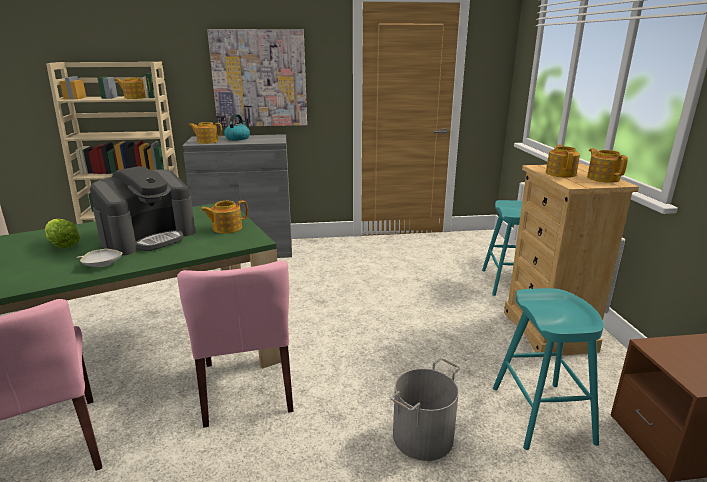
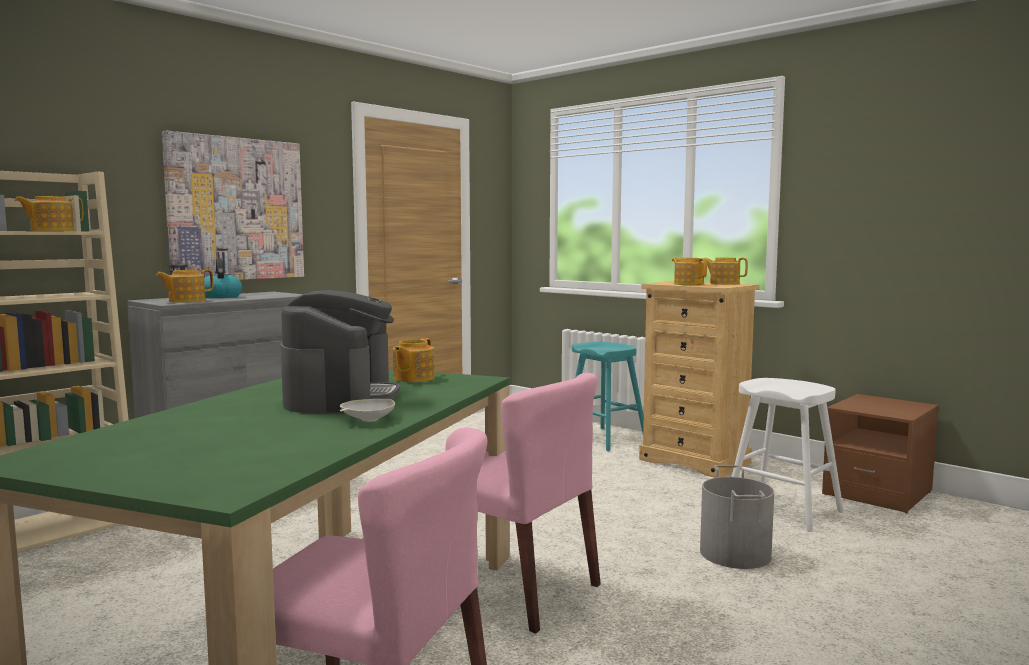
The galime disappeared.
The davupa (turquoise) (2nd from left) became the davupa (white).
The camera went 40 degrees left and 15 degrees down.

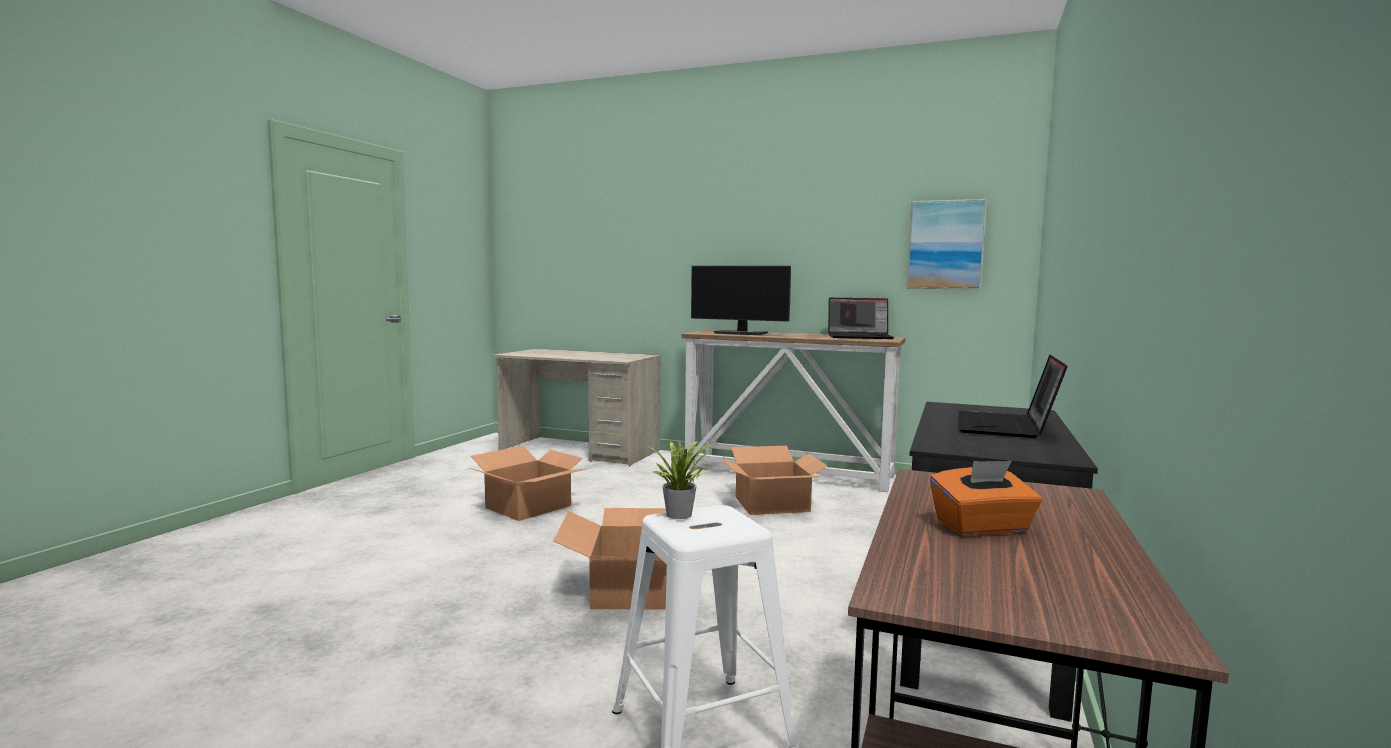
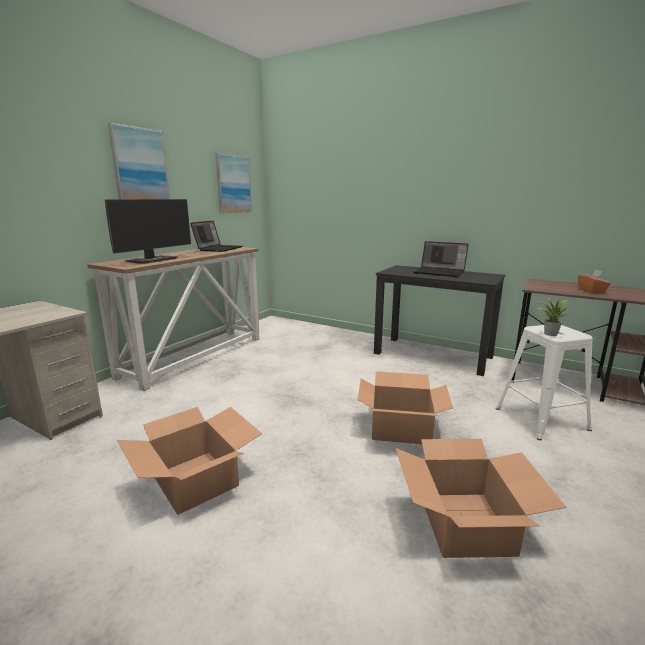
The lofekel (3rd from left) moved.
The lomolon (1st from left) appeared.
The camera went 80 degrees left and 10 degrees up.

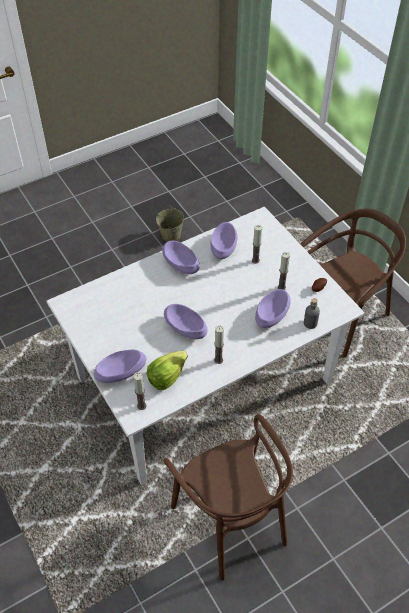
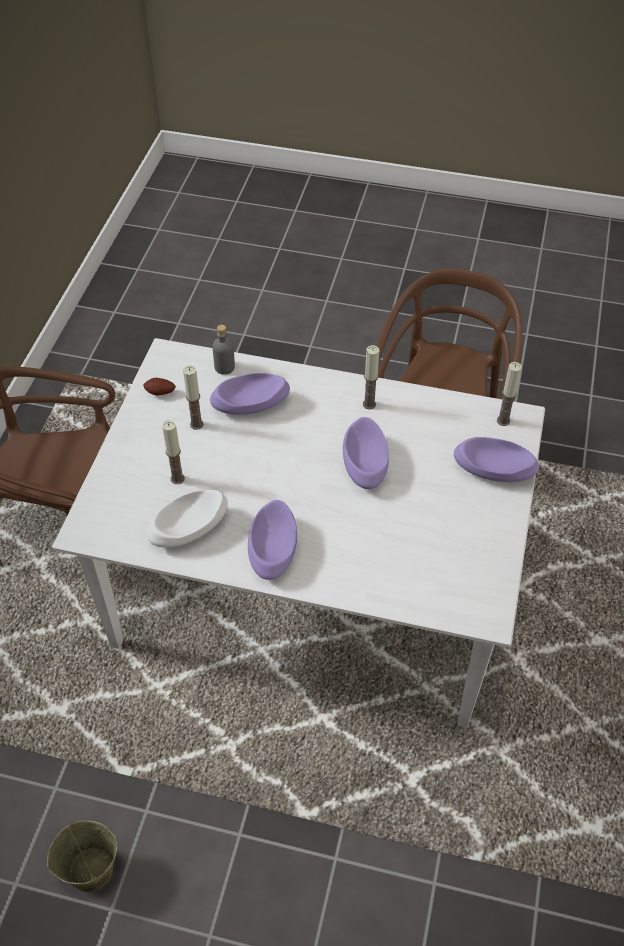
The galime disappeared.
The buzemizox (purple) (4th from left) became the buzemizox (white).
The camera went 135 degrees left and 0 degrees up.

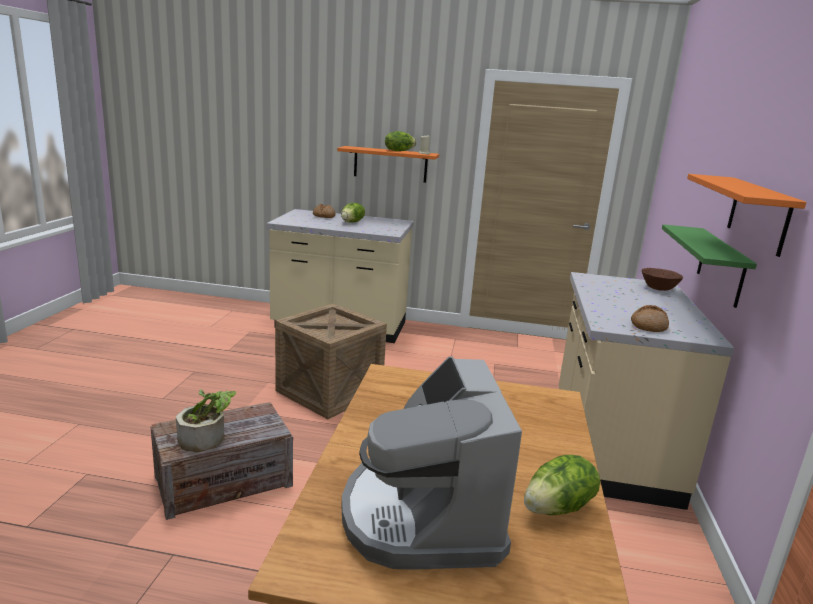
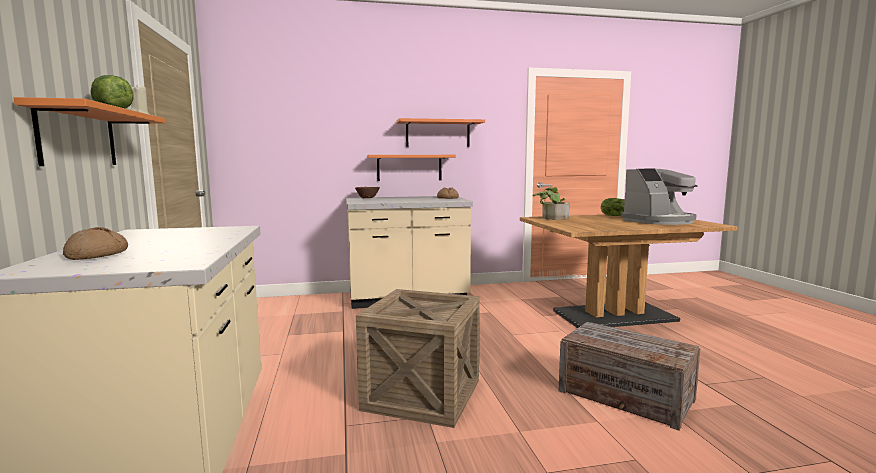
The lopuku moved.
The galime (1st from left) disappeared.
The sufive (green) became the sufive (orange) (2nd from left).
The camera went 110 degrees left and 10 degrees down.

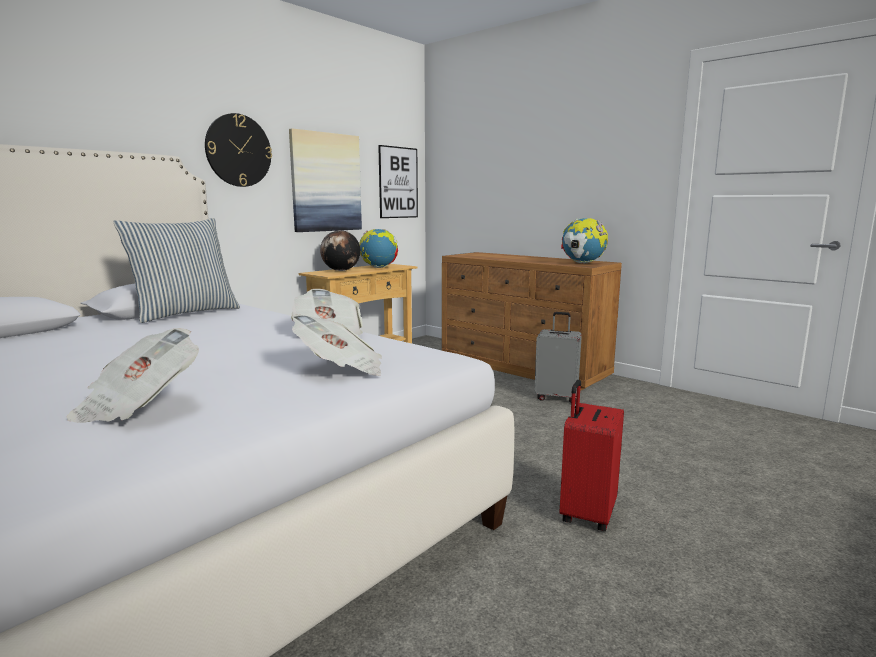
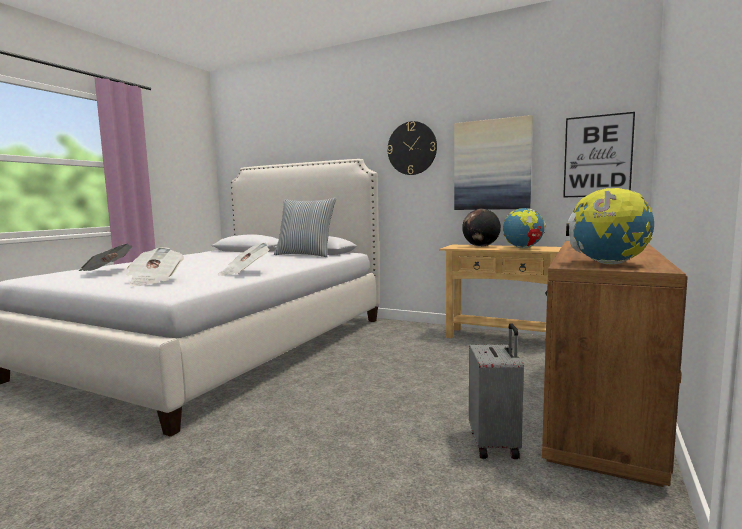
The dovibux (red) disappeared.
The camera went 75 degrees right and 5 degrees down.

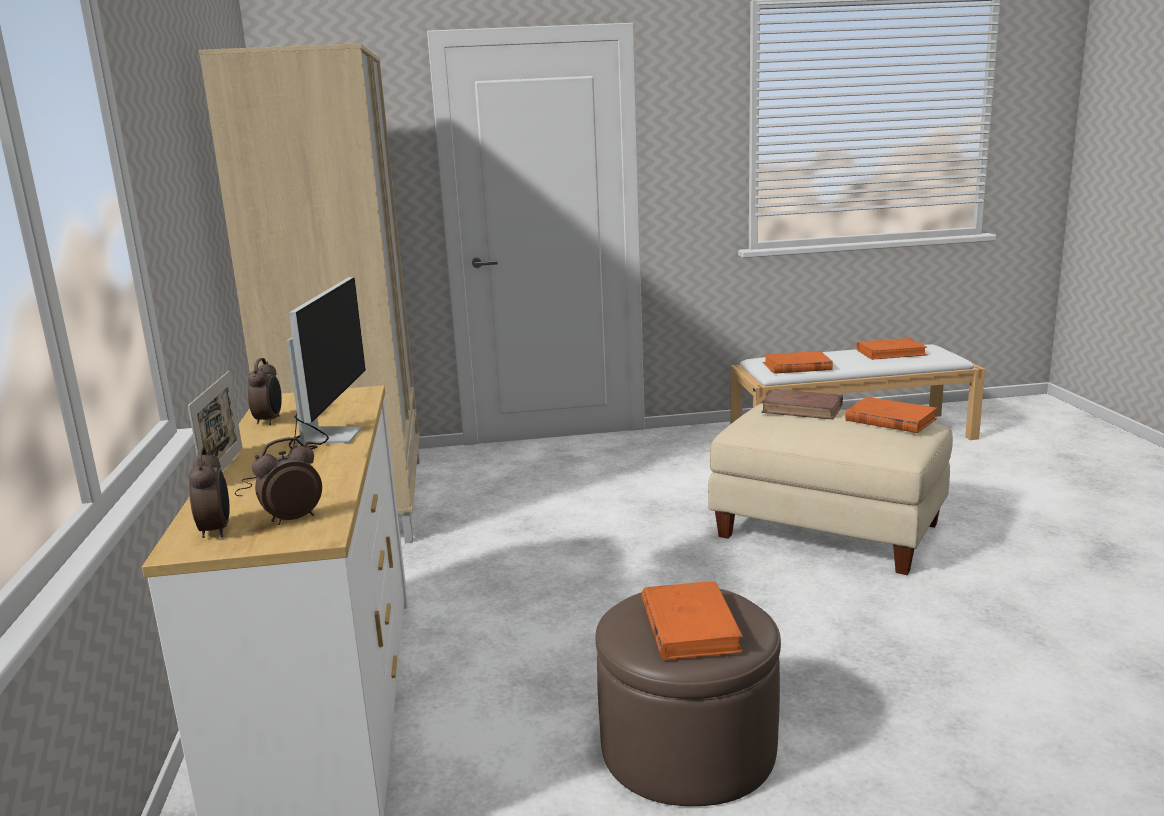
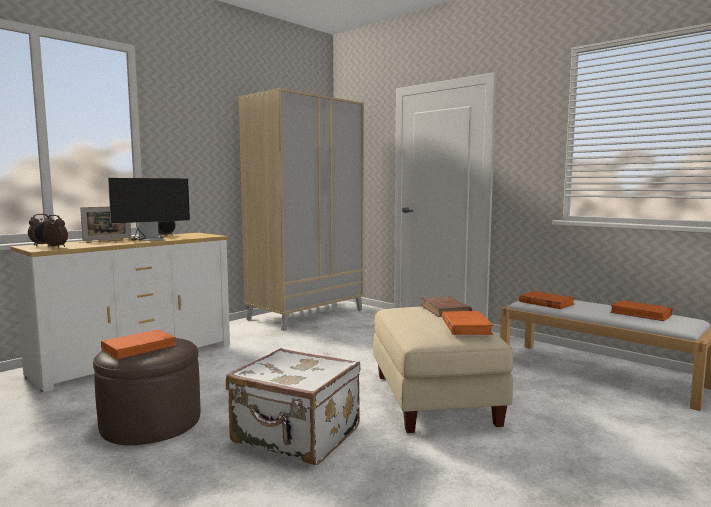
The dovibux (white) appeared.
The camera went 50 degrees right and 10 degrees down.

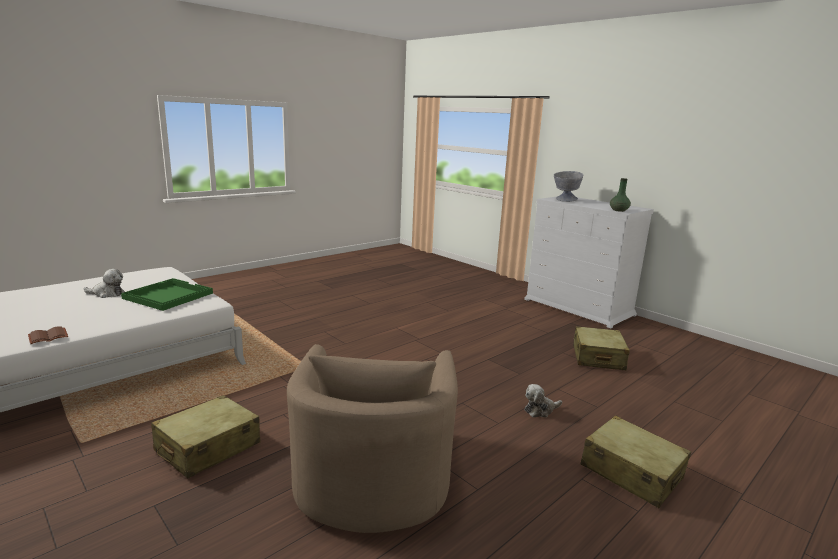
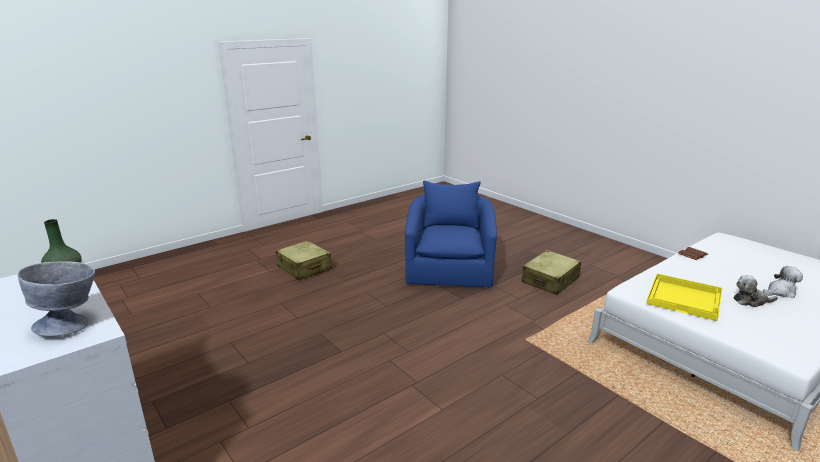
The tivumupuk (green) became the tivumupuk (yellow).
The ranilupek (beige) became the ranilupek (blue).
The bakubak (2nd from left) moved.
The dovibux (beige) (2nd from left) disappeared.
The camera went 175 degrees left and 5 degrees up.

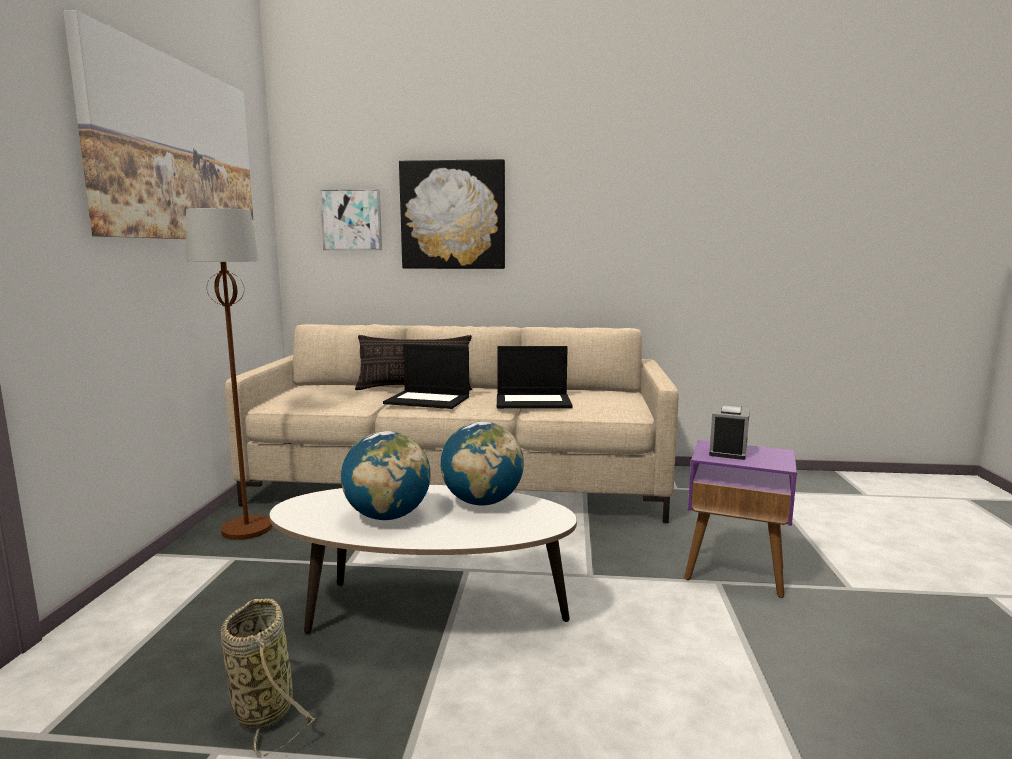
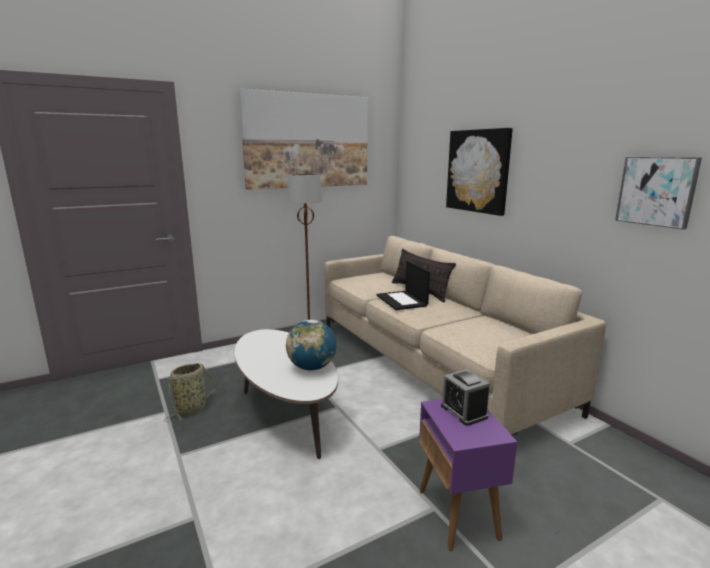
The lomolon (2nd from left in the first image) moved.
The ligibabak (1st from left) disappeared.
The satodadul (2nd from left) disappeared.
The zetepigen turned 75 degrees clockwise.
The camera went 55 degrees right and 5 degrees up.

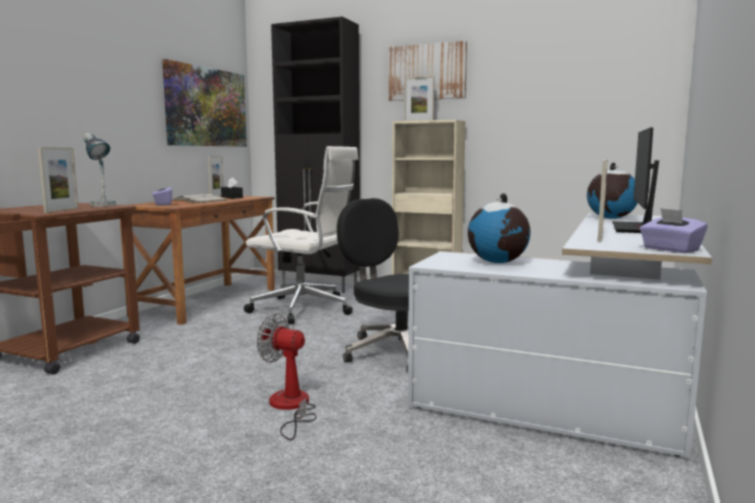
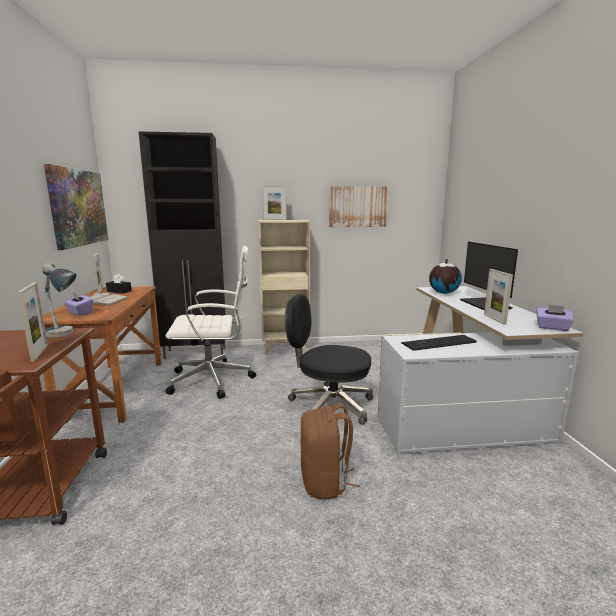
The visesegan was replaced by the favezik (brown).
The lomolon (2nd from left) moved.
The ligibabak (1st from left) was replaced by the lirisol.
The camera went 30 degrees left and 5 degrees up.

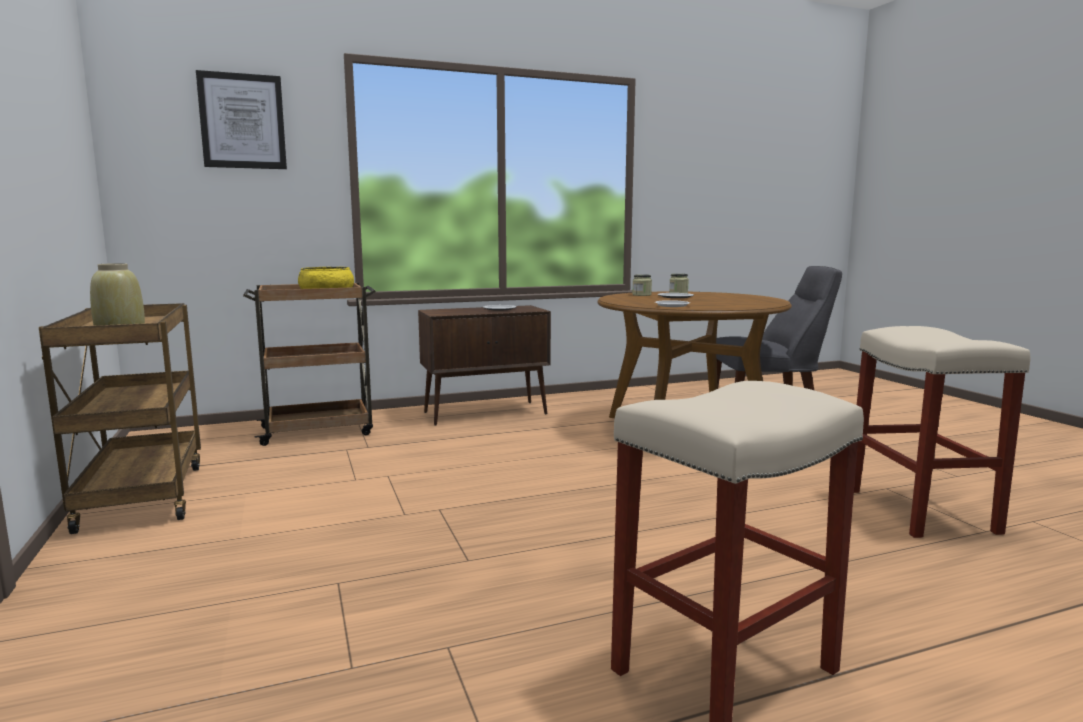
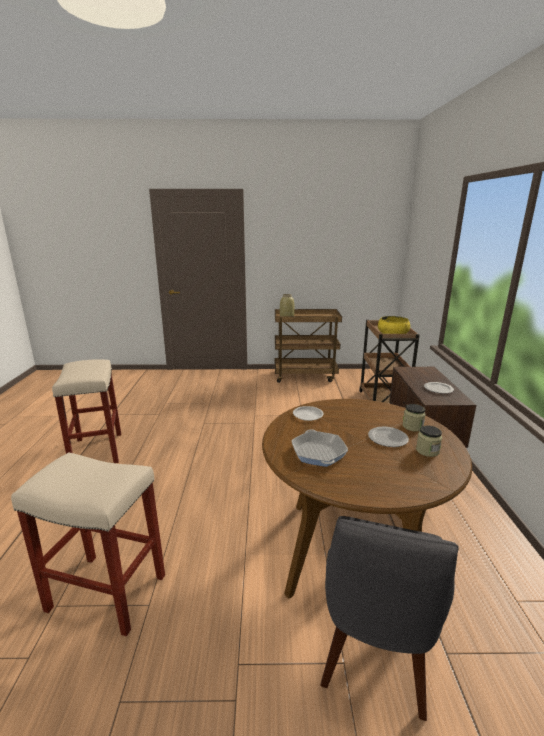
The lomolon disappeared.
The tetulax appeared.
The camera went 110 degrees right and 10 degrees up.

